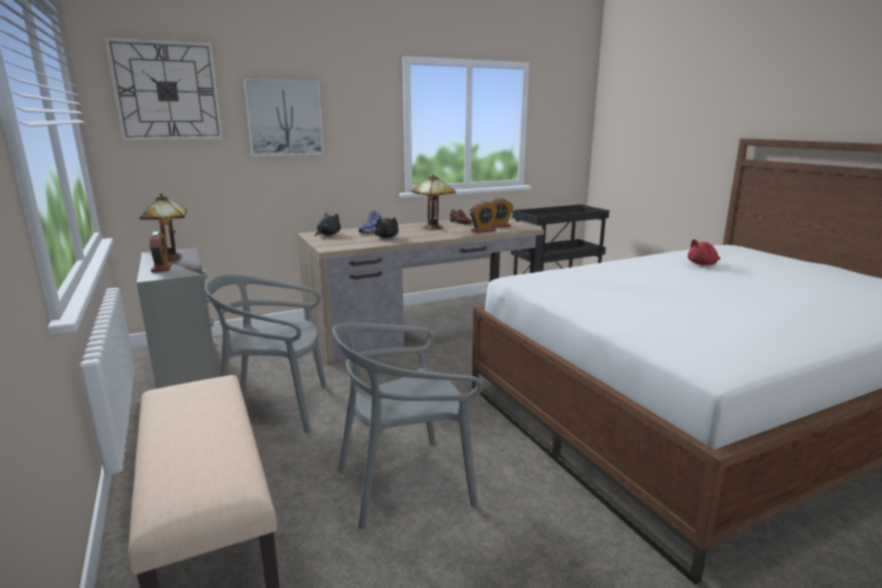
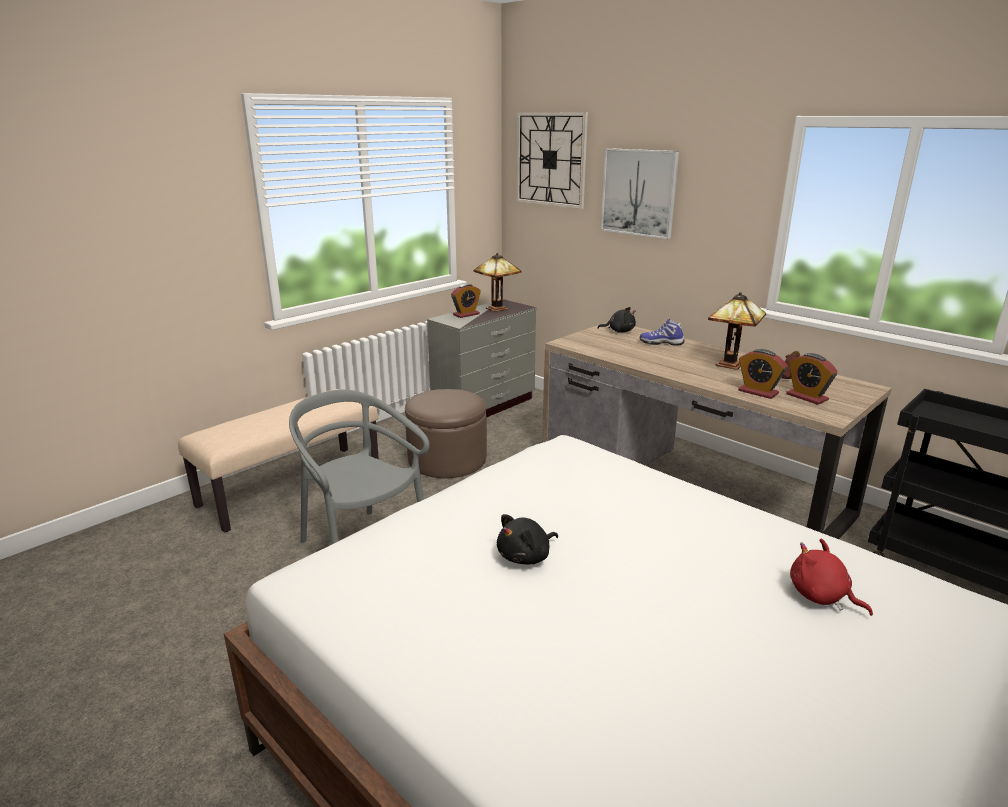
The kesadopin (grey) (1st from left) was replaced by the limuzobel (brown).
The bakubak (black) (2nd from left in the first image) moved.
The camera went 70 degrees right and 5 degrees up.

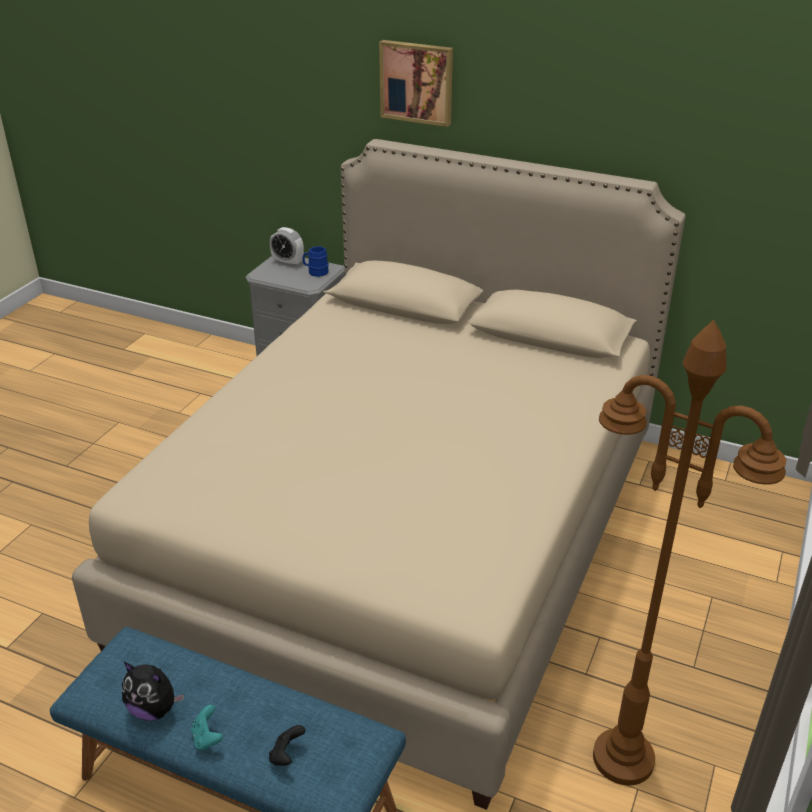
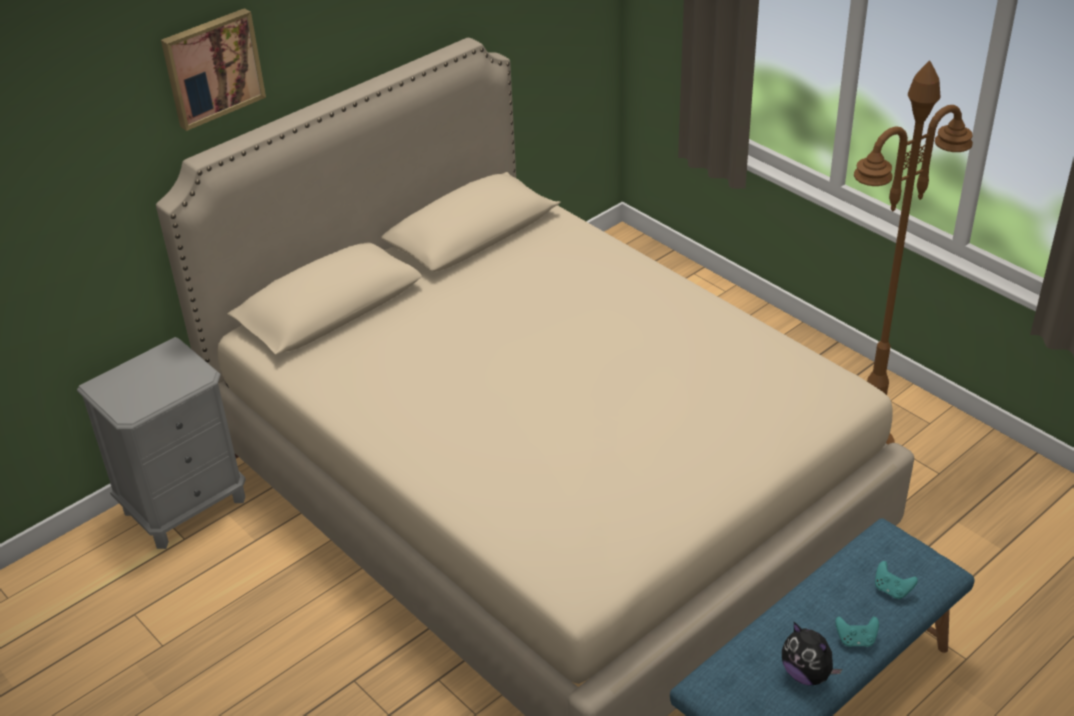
The bakubak turned 90 degrees clockwise.
The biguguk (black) became the biguguk (turquoise) (2nd from left).
The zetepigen disappeared.
The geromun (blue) disappeared.
The camera went 65 degrees left and 5 degrees up.

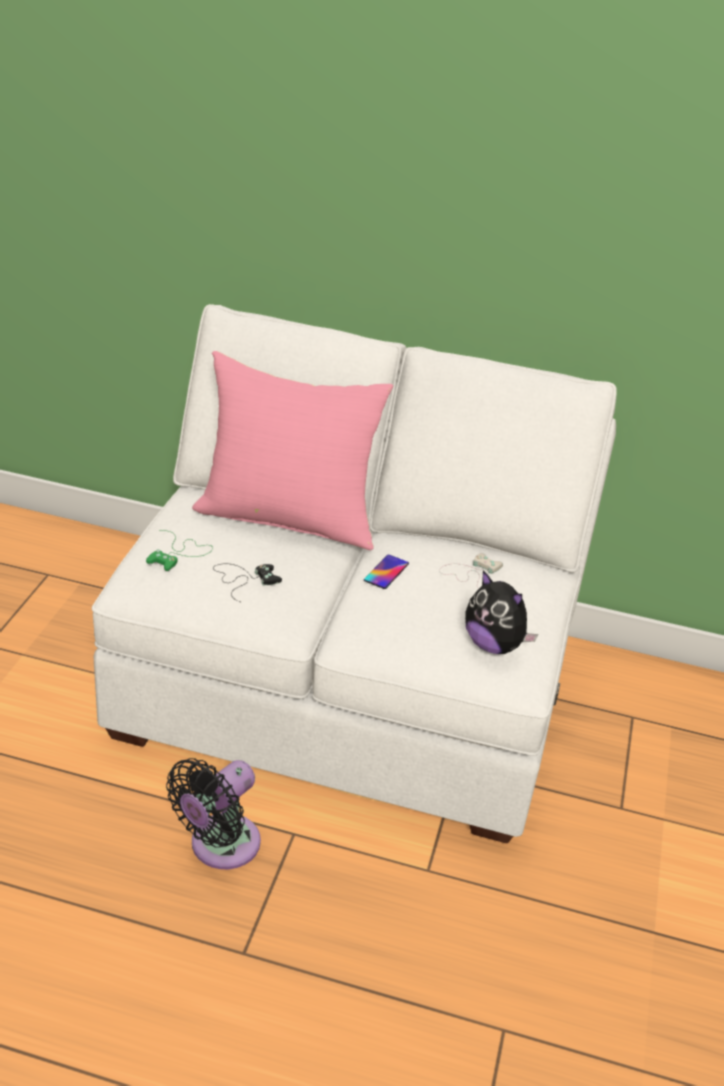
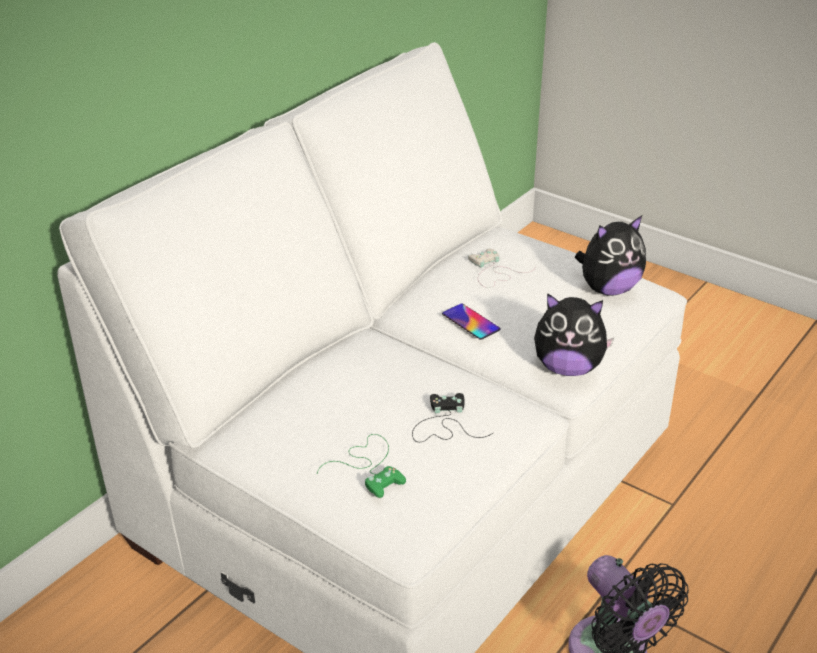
The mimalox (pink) disappeared.
The bakubak (1st from left) appeared.
The camera went 65 degrees left and 0 degrees up.

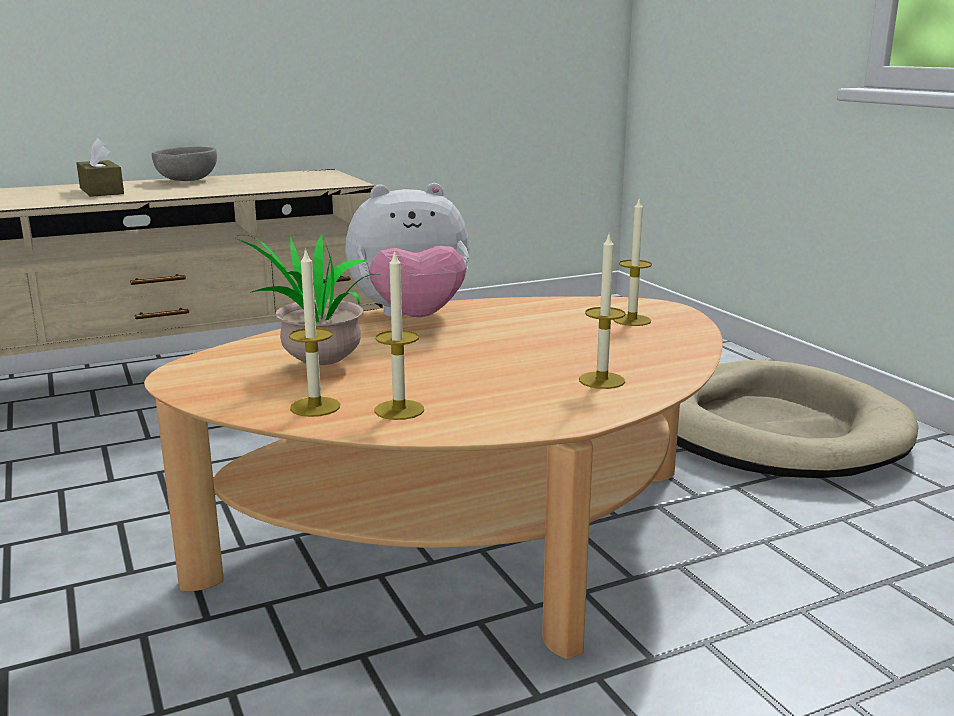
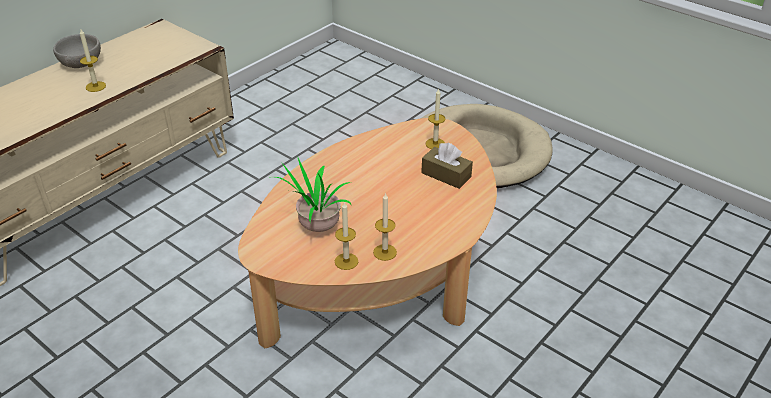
The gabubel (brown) moved.
The bakubak disappeared.
The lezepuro (3rd from left in the first image) moved.
The camera went 25 degrees left and 20 degrees up.

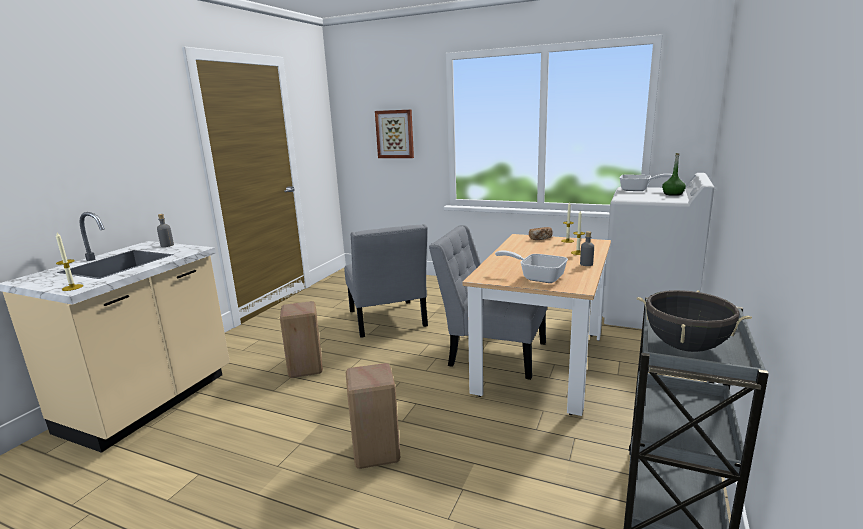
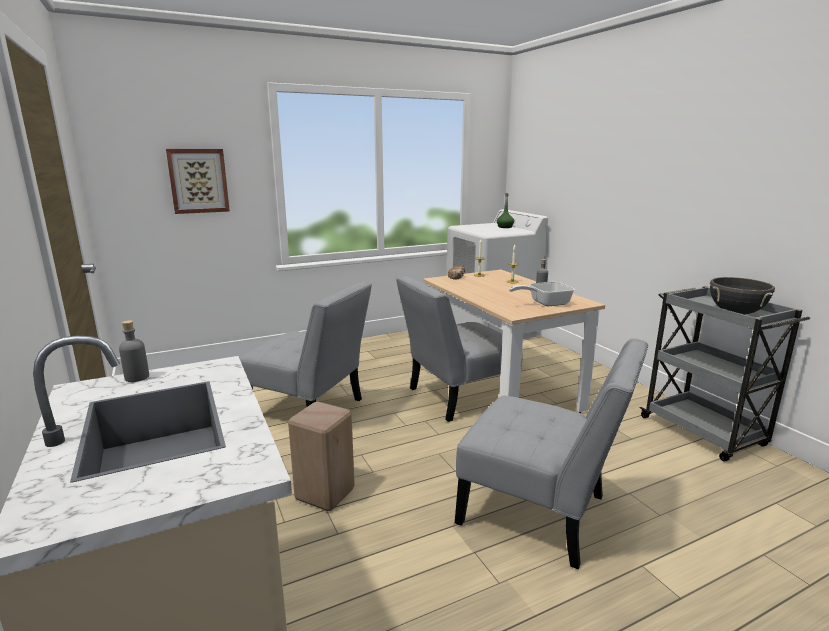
The lezepuro (1st from left) disappeared.
The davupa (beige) (2nd from left) was replaced by the kesadopin (grey) (3rd from left).
The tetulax (2nd from left) disappeared.
The camera went 50 degrees left and 0 degrees up.

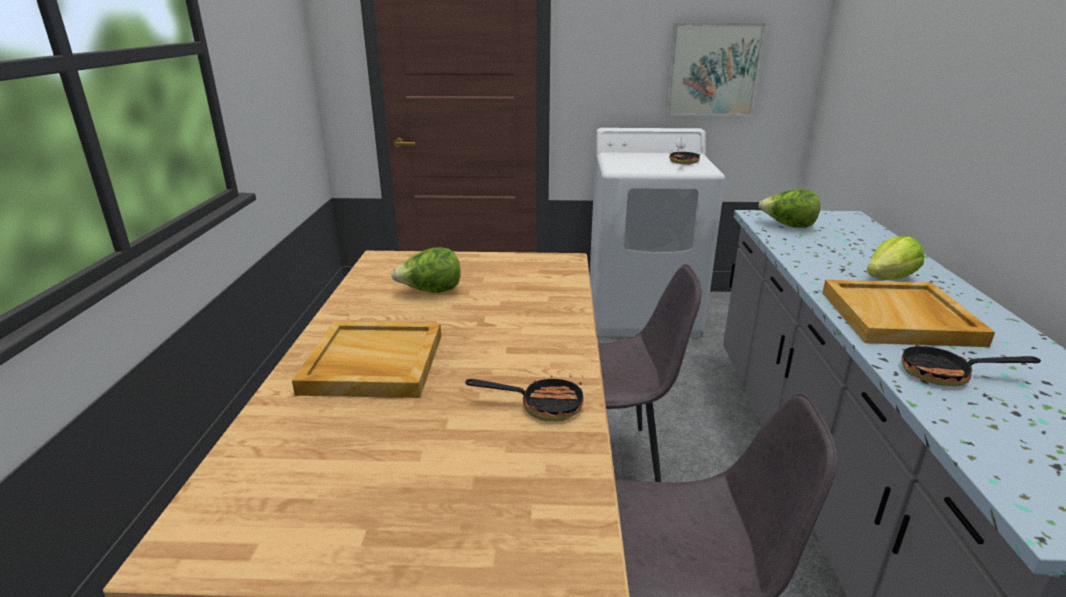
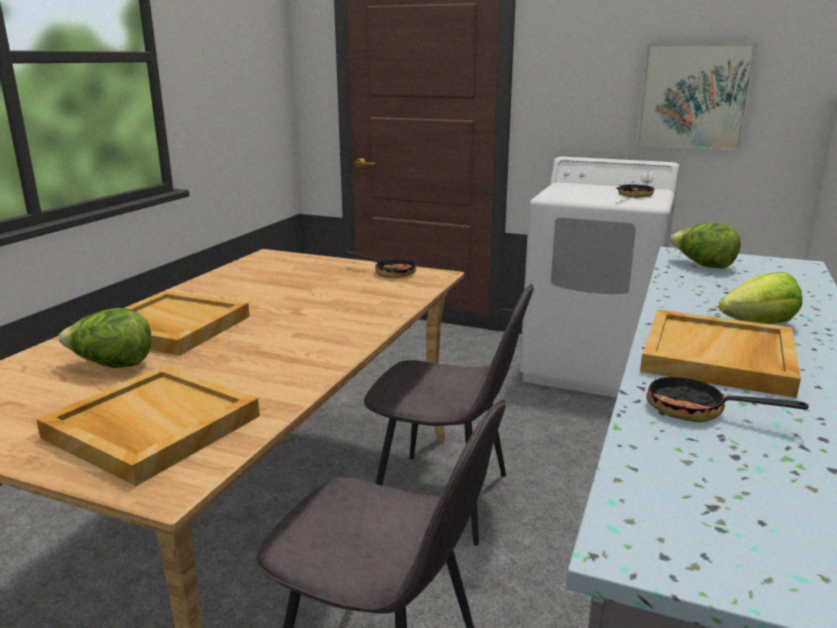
The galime (1st from left) moved.
The tetulax (1st from left) moved.
The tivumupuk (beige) (1st from left) appeared.
The camera went 20 degrees right and 5 degrees down.

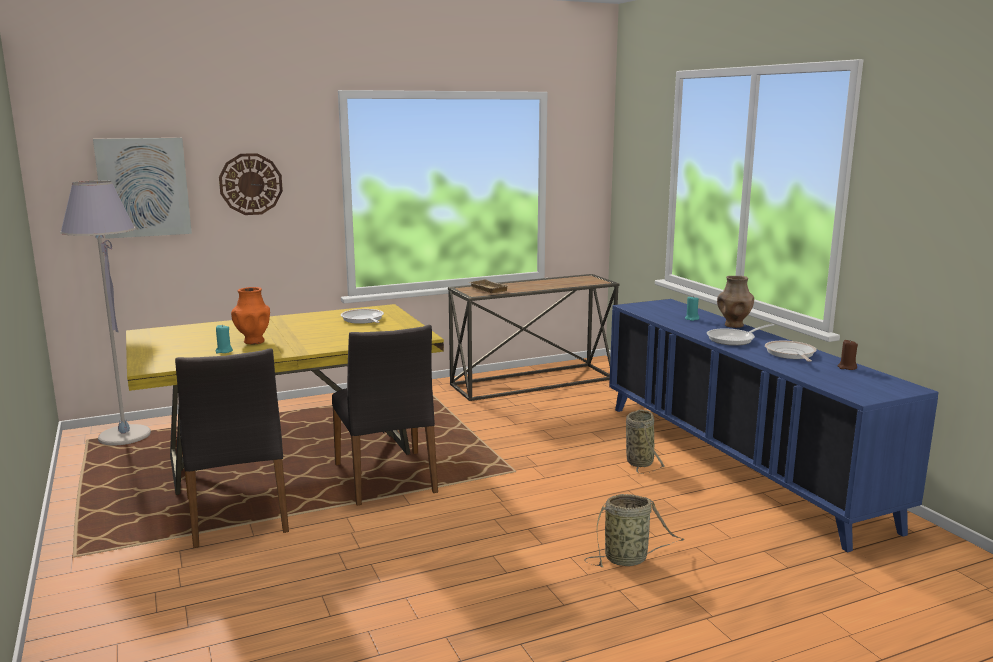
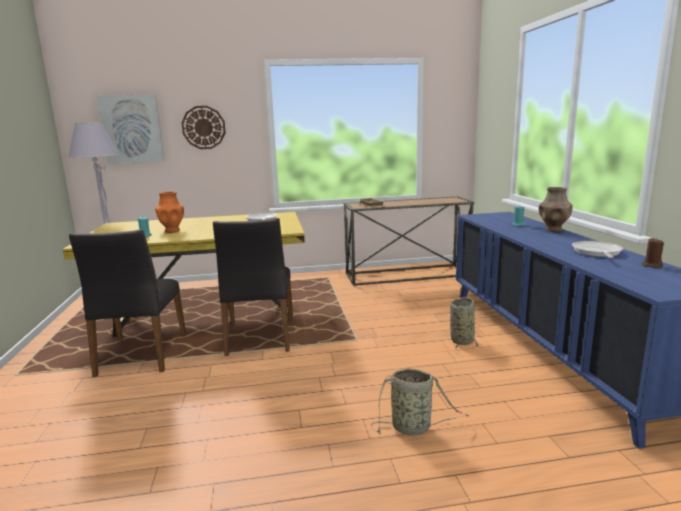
The tetulax (2nd from left) disappeared.
The camera went 15 degrees right and 0 degrees up.

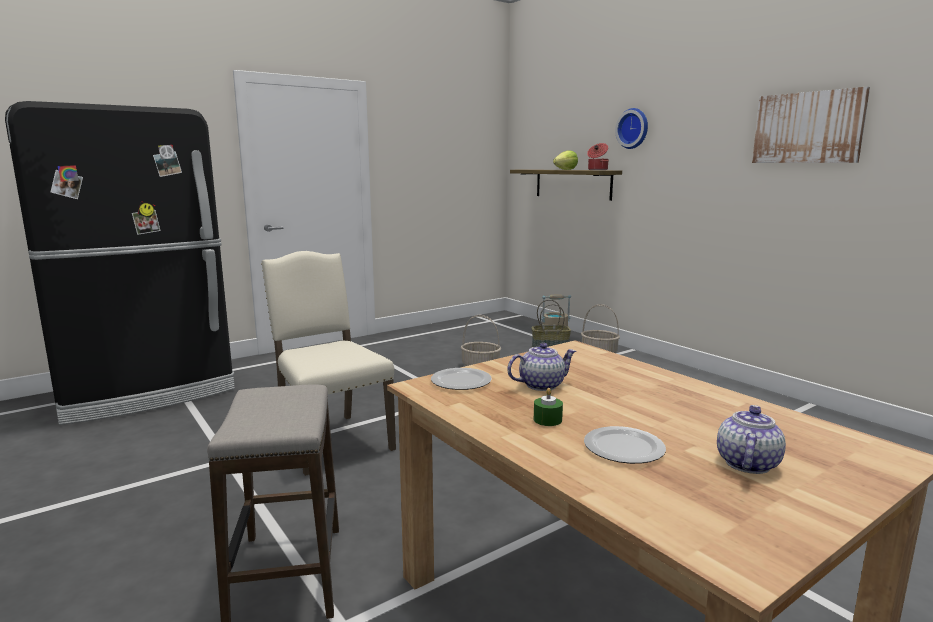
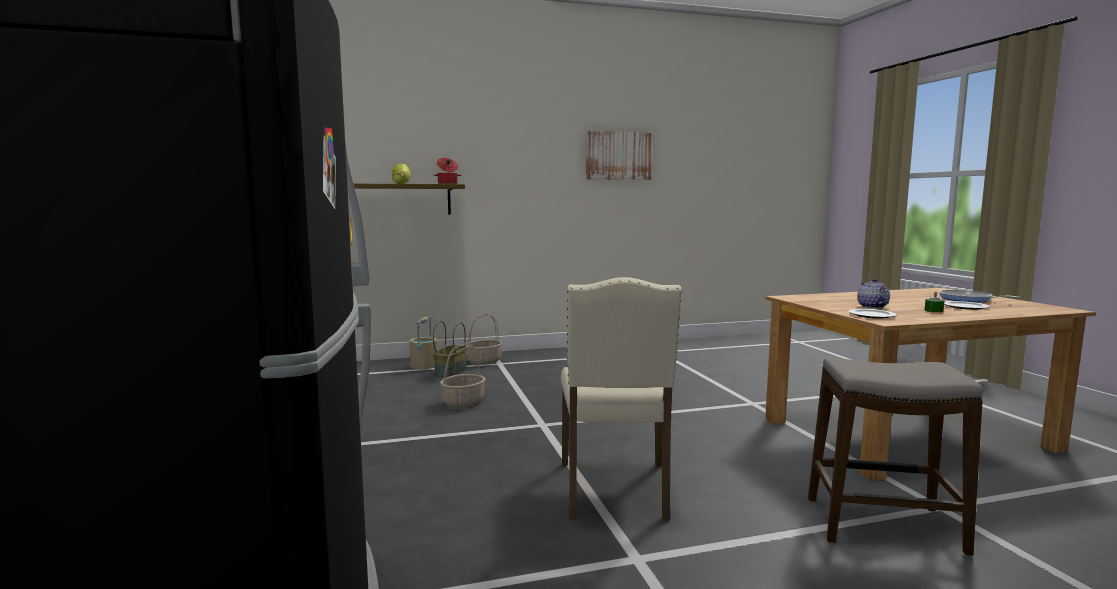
The kesadopin (beige) turned 75 degrees counterclockwise.
The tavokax disappeared.
The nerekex (2nd from left) was replaced by the tetulax.
The camera went 70 degrees left and 5 degrees down.

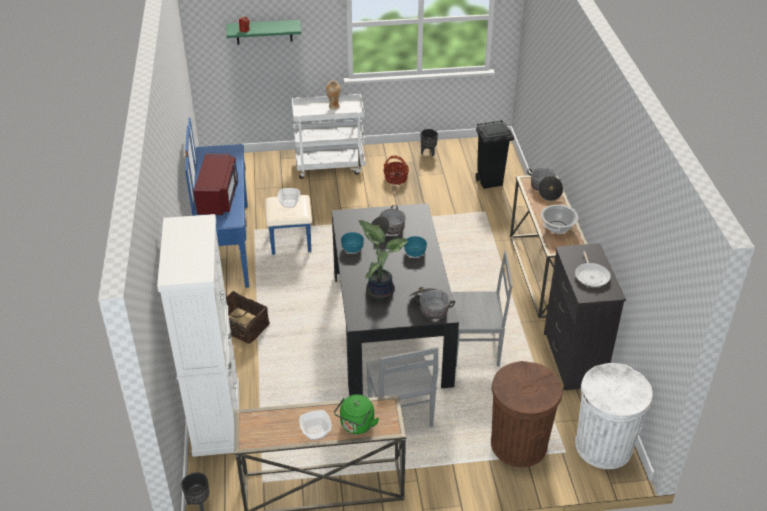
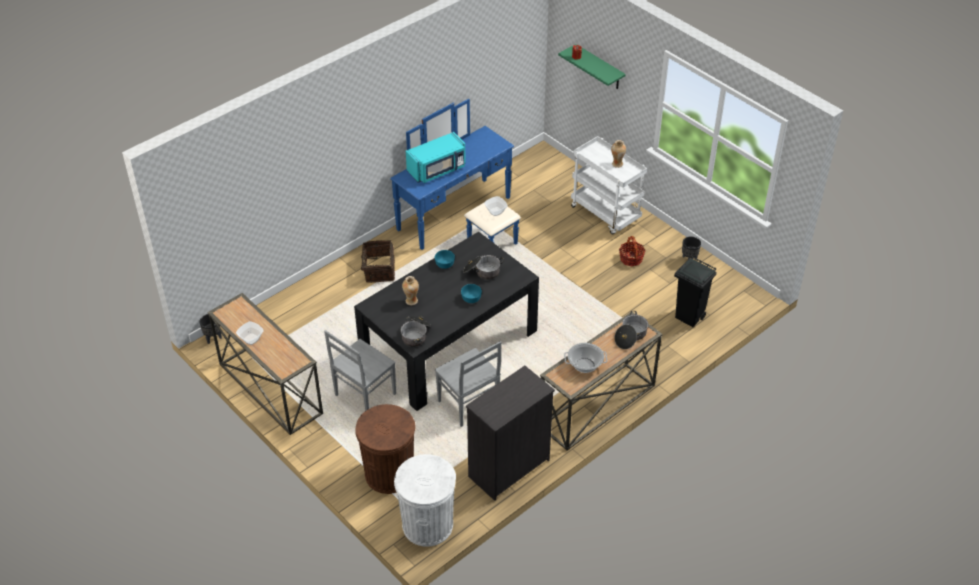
The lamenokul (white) disappeared.
The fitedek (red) became the fitedek (turquoise).
The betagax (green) disappeared.
The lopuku was replaced by the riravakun (1st from left).
The tetulax disappeared.
The camera went 55 degrees right and 5 degrees up.

